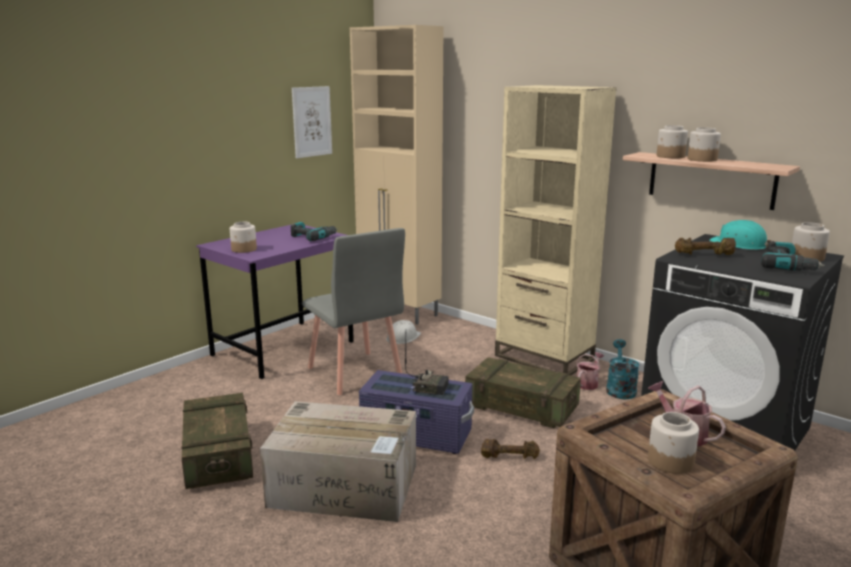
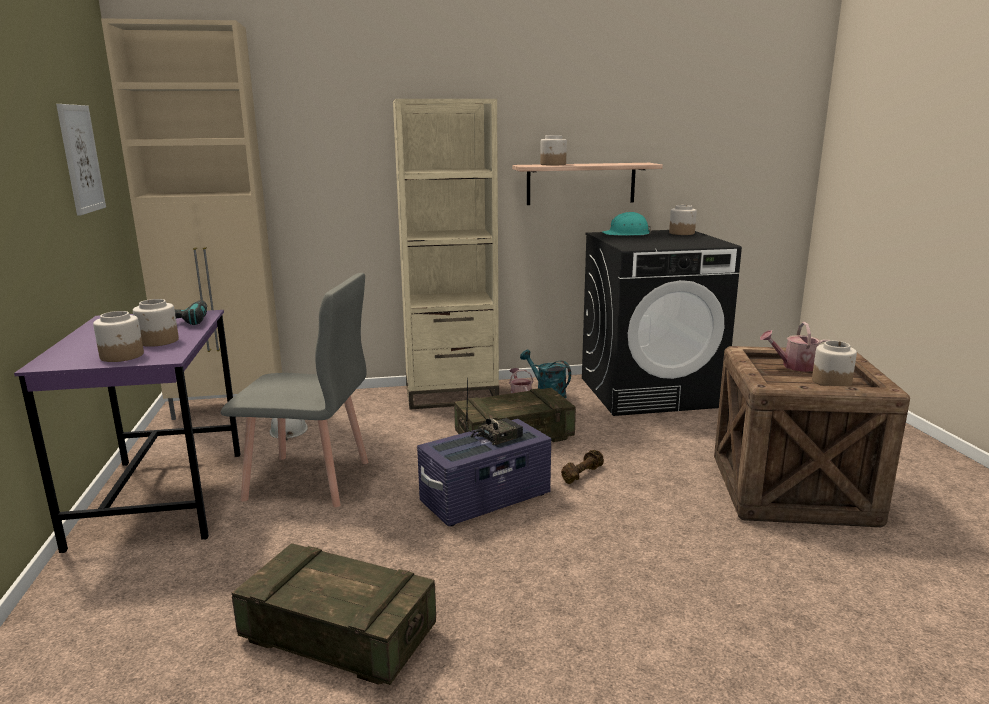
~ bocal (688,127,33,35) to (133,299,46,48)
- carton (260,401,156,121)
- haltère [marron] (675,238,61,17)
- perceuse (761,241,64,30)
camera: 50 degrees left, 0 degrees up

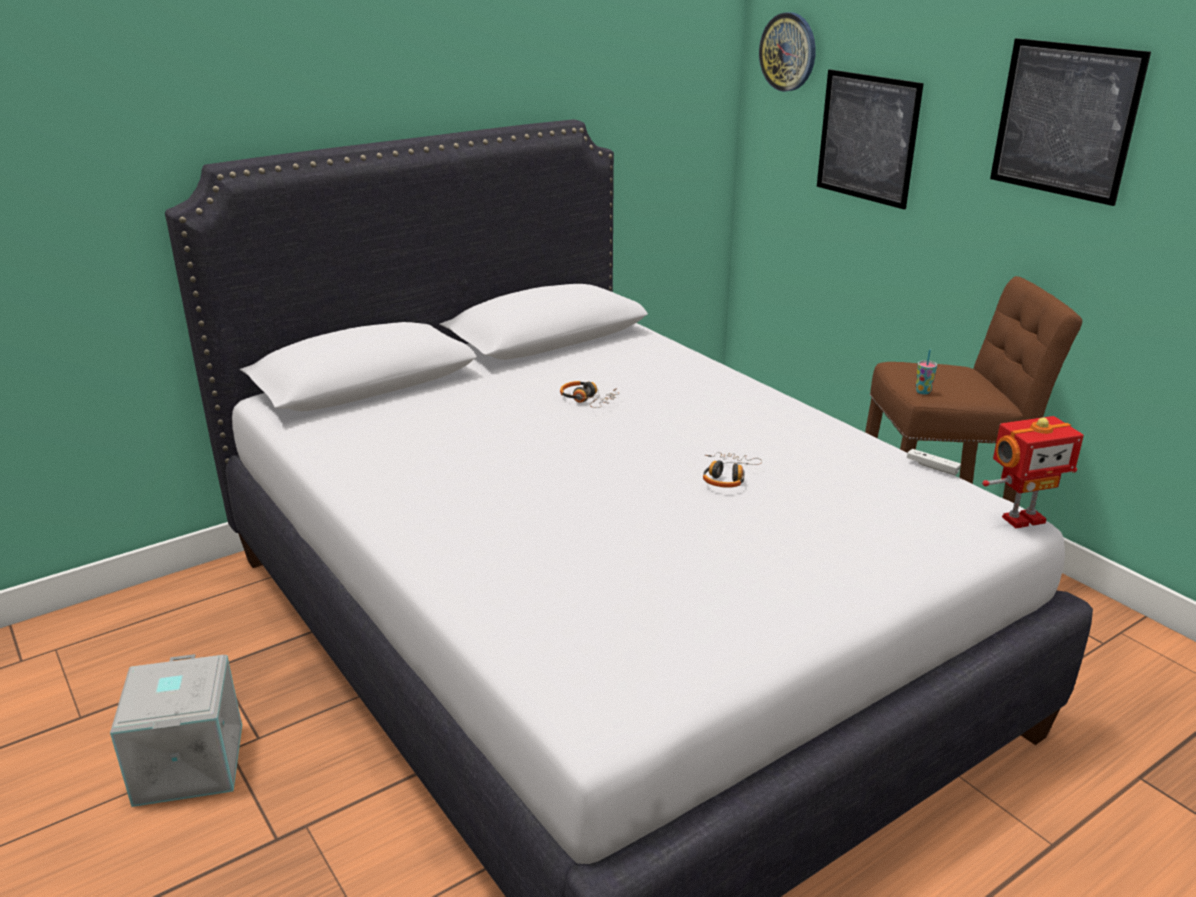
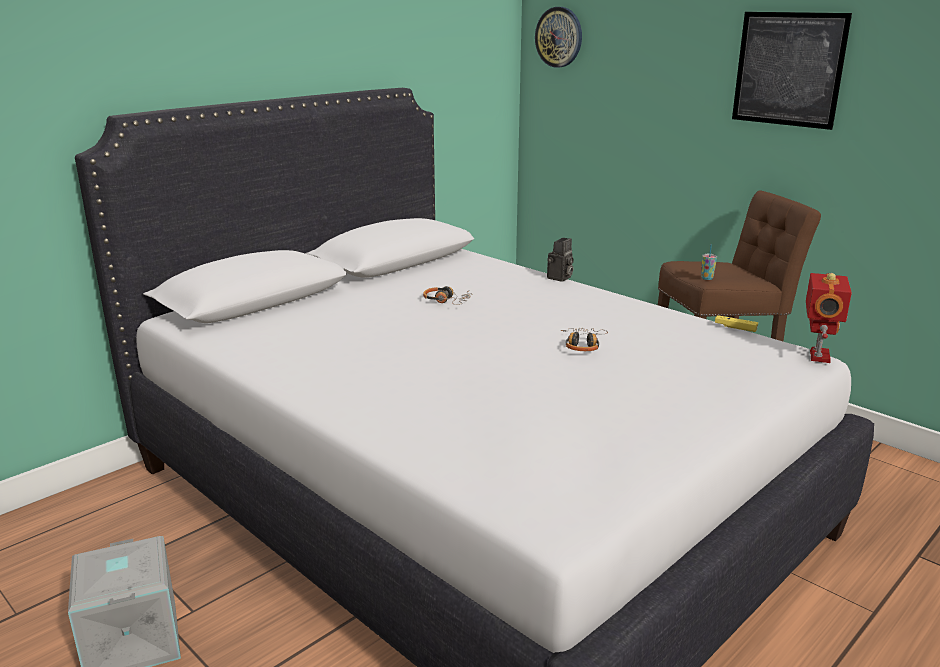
+ appareil photo (547,238,27,44)
~ manette [blanc] (907,449,54,27) to manette [jaune] (715,315,43,17)
~ robot jouet (982,416,102,112) = (806,273,46,90) 45 degrees counterclockwise
- tableau (817,69,107,140)
camera: 10 degrees left, 5 degrees down

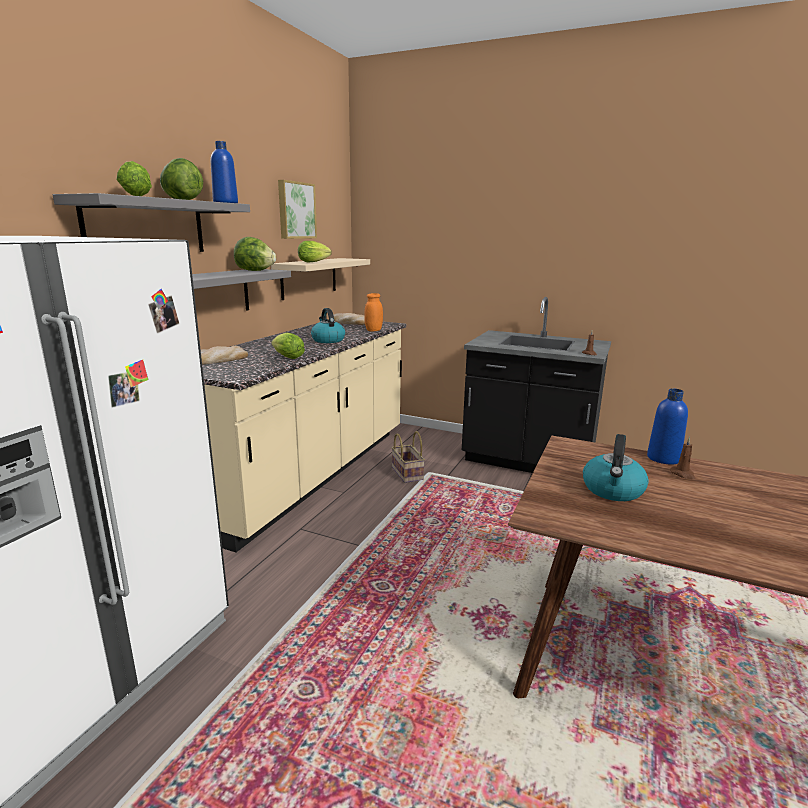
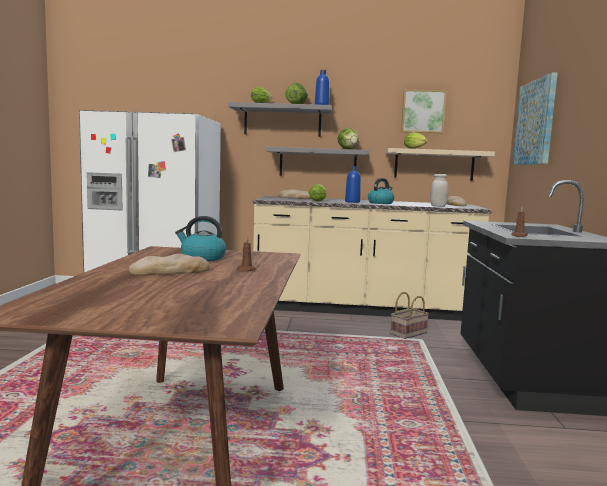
+ pain (129,254,81,22)
~ bouteille [bleu] (647,389,41,75) to (345,166,16,37)
~ bocal [orange] (364,293,19,39) to bocal [blanc] (430,174,18,33)
+ tableau (513,72,45,93)
camera: 70 degrees right, 10 degrees down

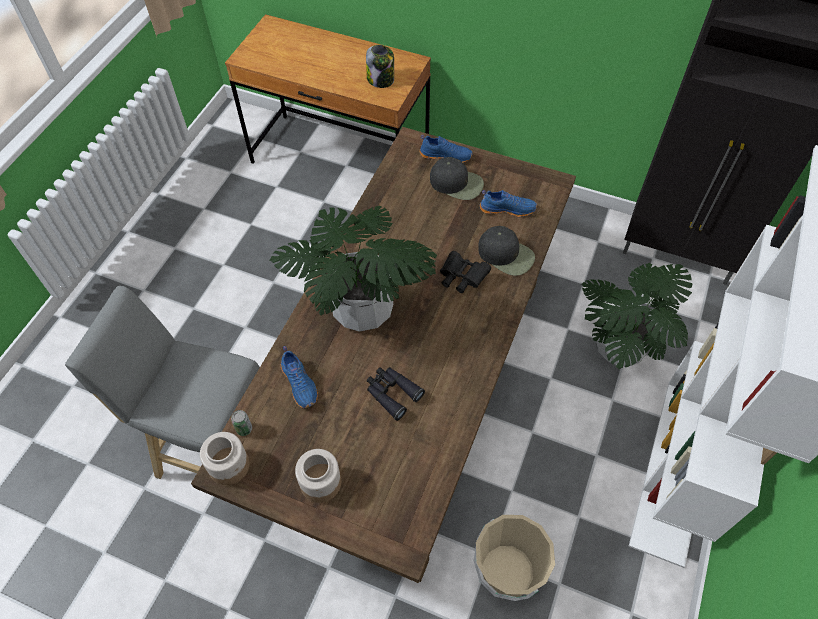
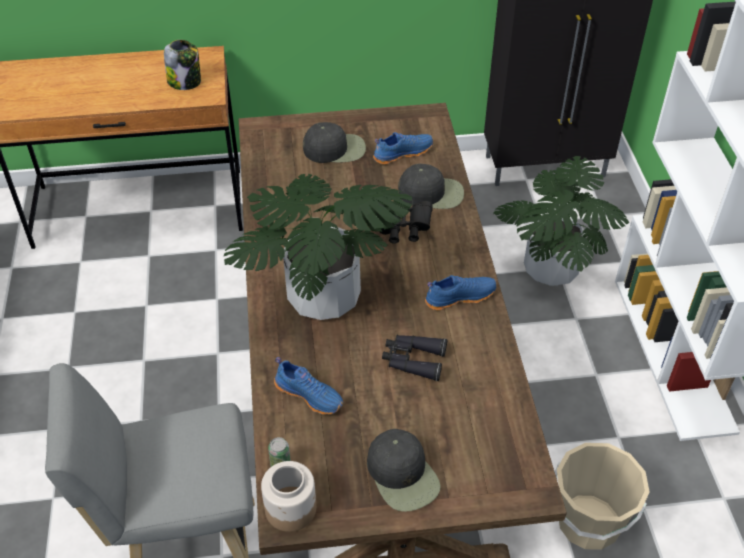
~ bocal (295,449,46,54) to casquette [noir] (367,429,74,83)
~ chaussure [bleu] (419,135,53,28) to (425,275,71,35)
camera: 30 degrees left, 10 degrees down

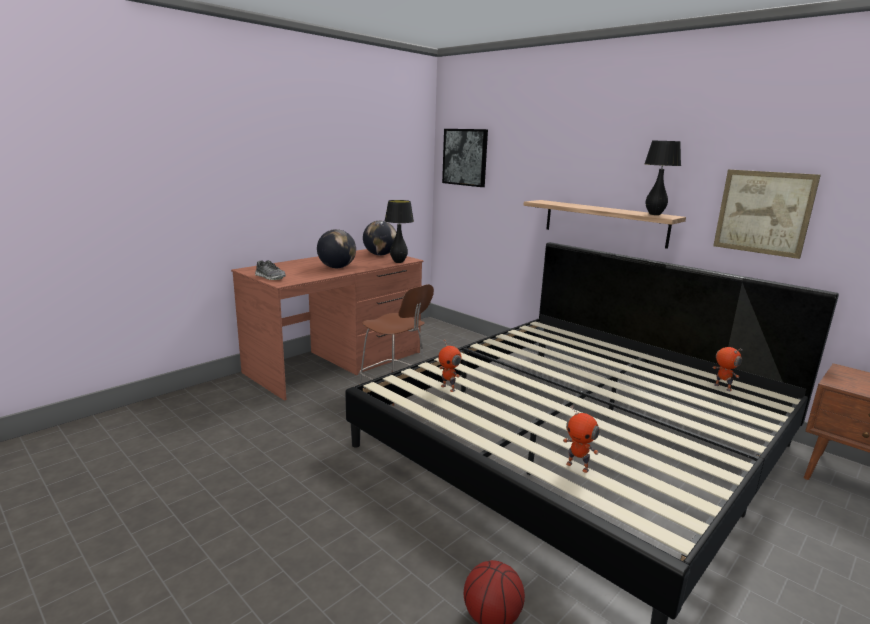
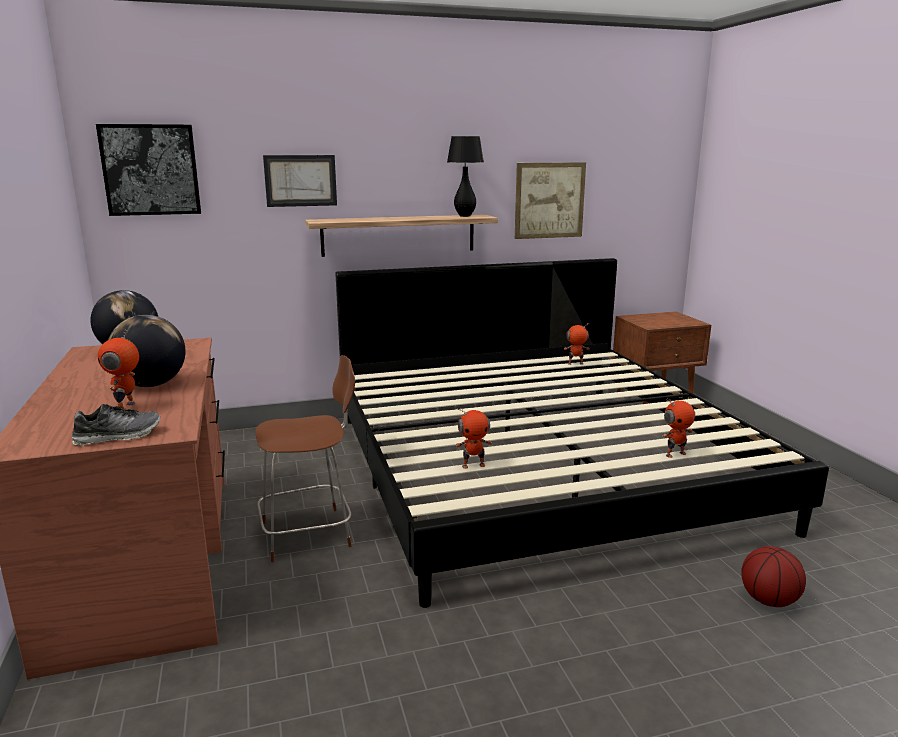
+ robot jouet (98,328,41,81)
+ tableau (263,155,74,52)
- lampe de table [noir] (385,200,29,63)
camera: 60 degrees left, 0 degrees up

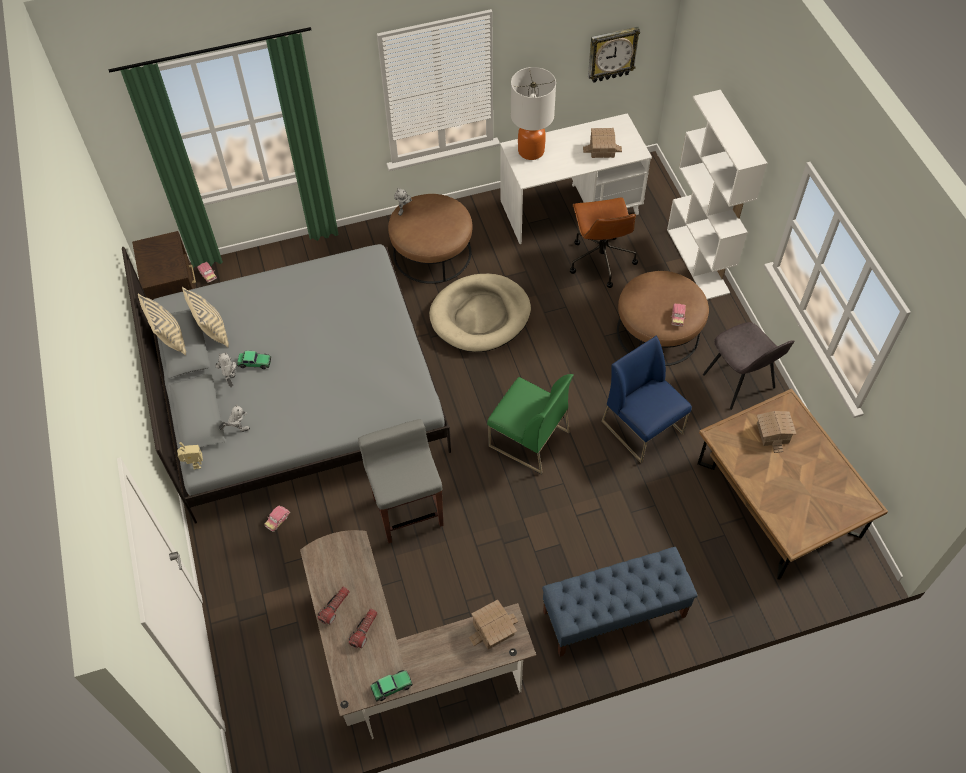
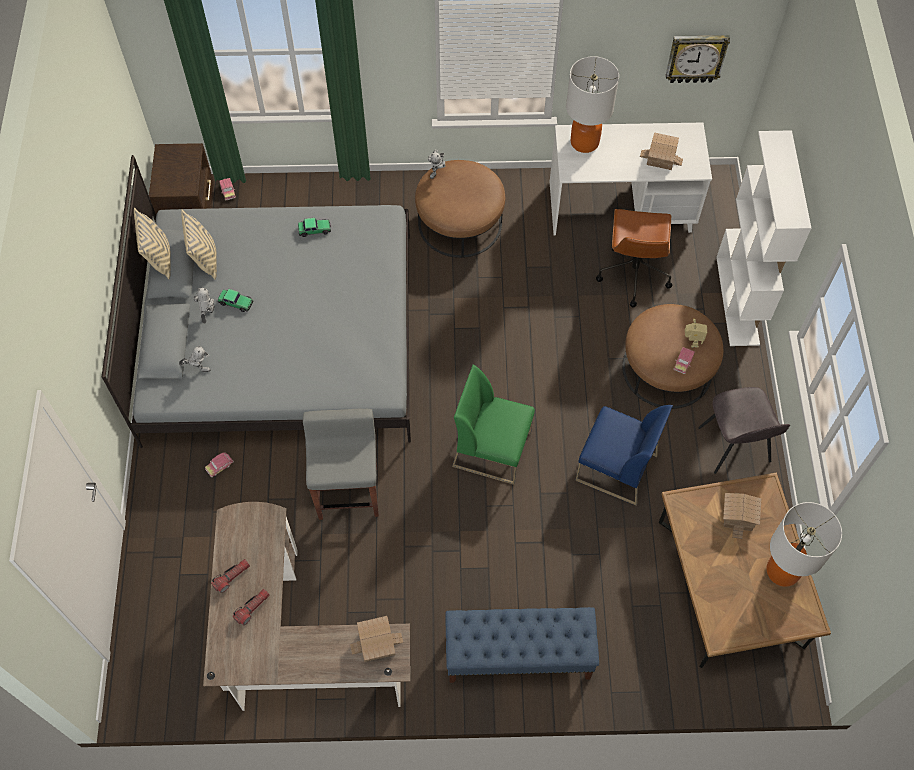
~ petite voiture (370,670,43,31) to (298,218,33,19)
~ chaise [vert] (487,374,87,100) = (452,364,83,121) 150 degrees clockwise
~ chaise [bleu] (601,336,91,127) = (575,405,98,101) 135 degrees clockwise
~ robot jouet (177,442,26,28) to (685,319,22,29)
+ lampe de table (766,502,76,85)
- panier pour chien [beige] (429,274,102,78)
camera: 15 degrees right, 5 degrees up

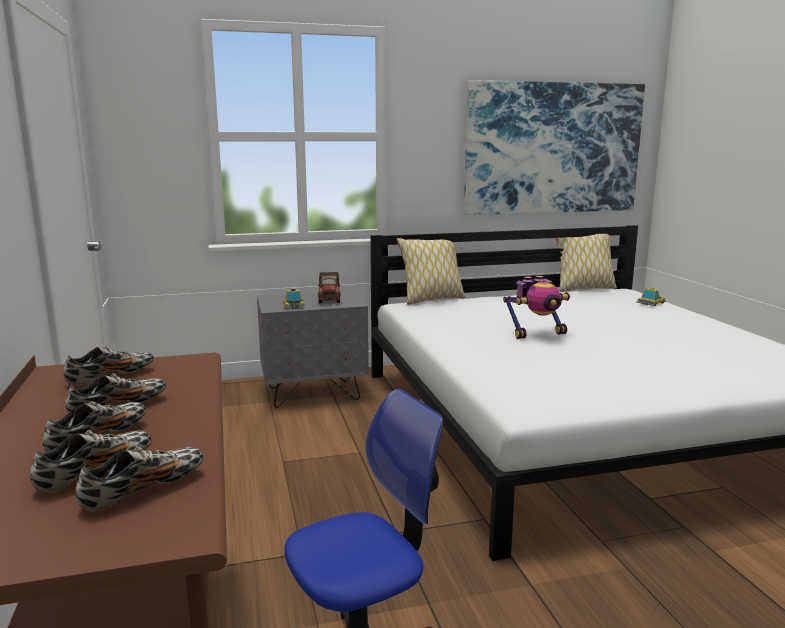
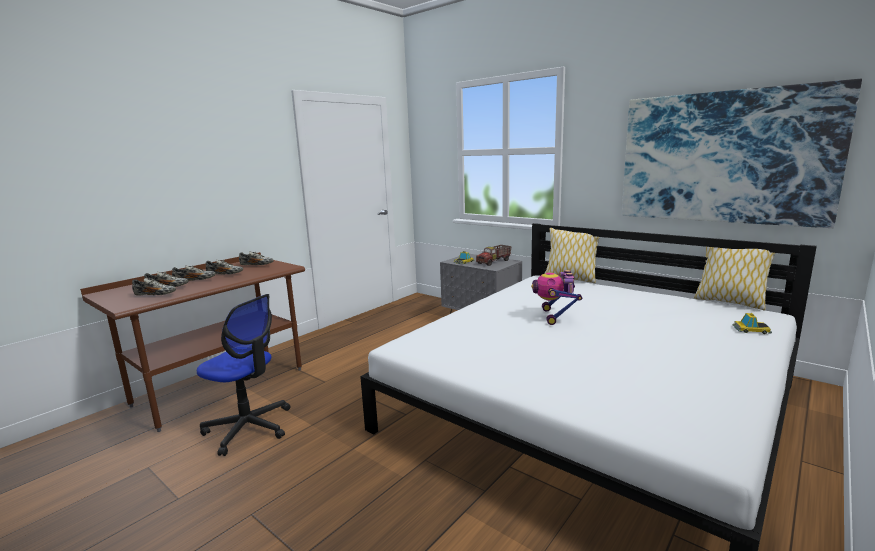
~ robot jouet (503,276,67,63) = (531,270,51,55) 60 degrees clockwise
camera: 55 degrees right, 0 degrees up

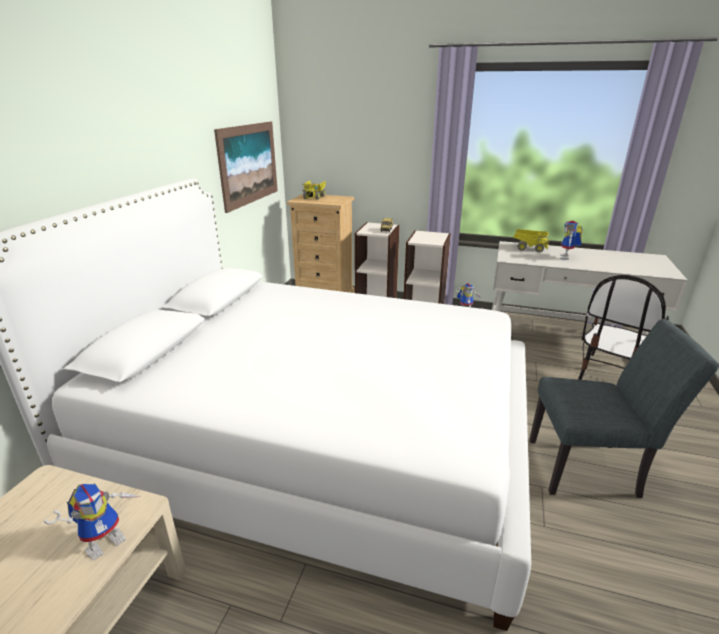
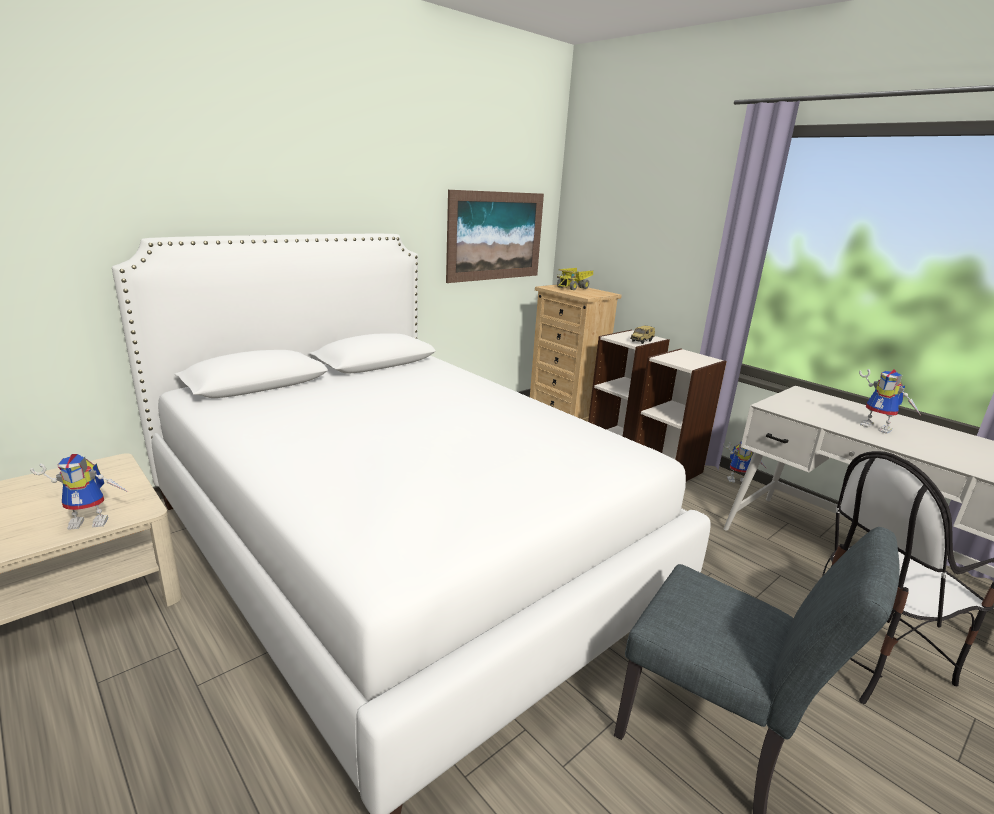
~ robot jouet (560,221,23,39) = (859,369,63,65) 90 degrees counterclockwise
- camion jouet (513,229,37,23)
camera: 30 degrees right, 5 degrees down

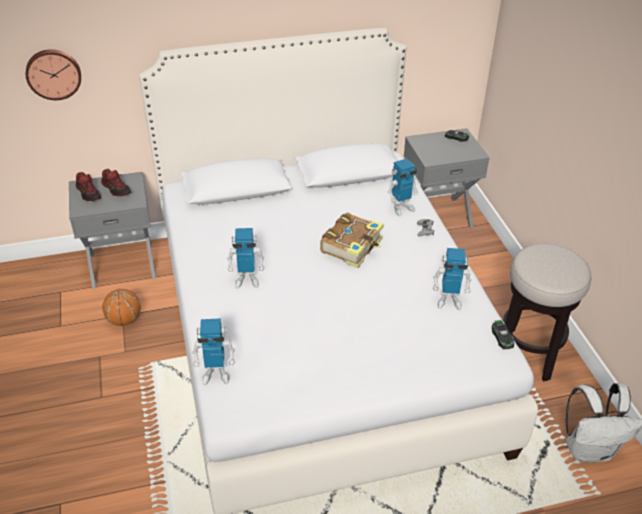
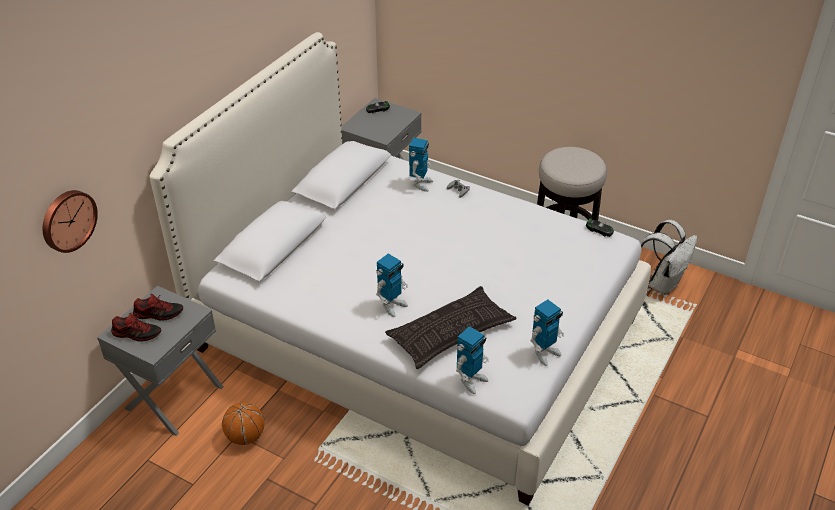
+ coussin (385,286,131,83)
~ robot jouet (433,248,38,62) to (530,299,34,67)
- livre (320,212,64,56)
camera: 45 degrees left, 0 degrees up

